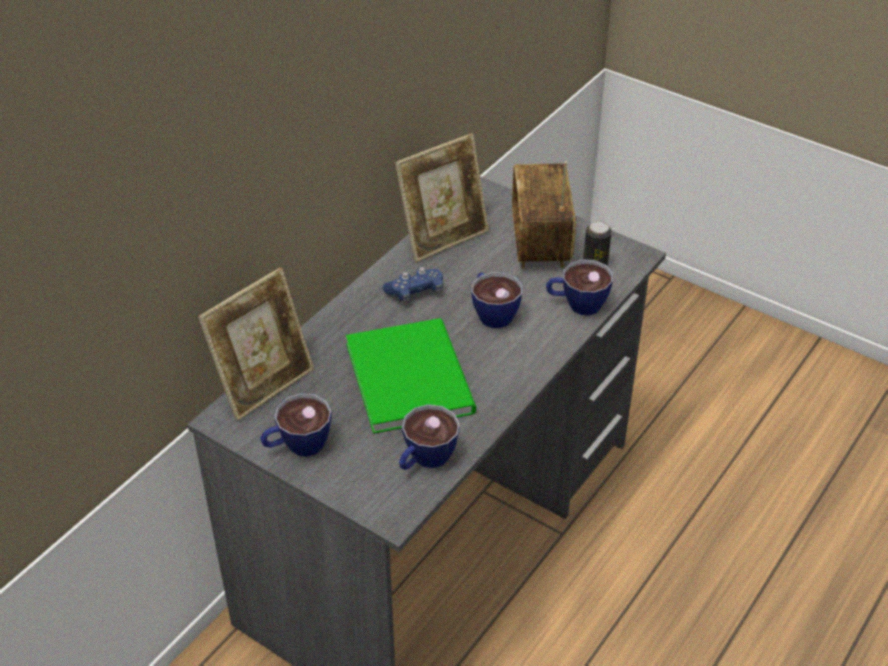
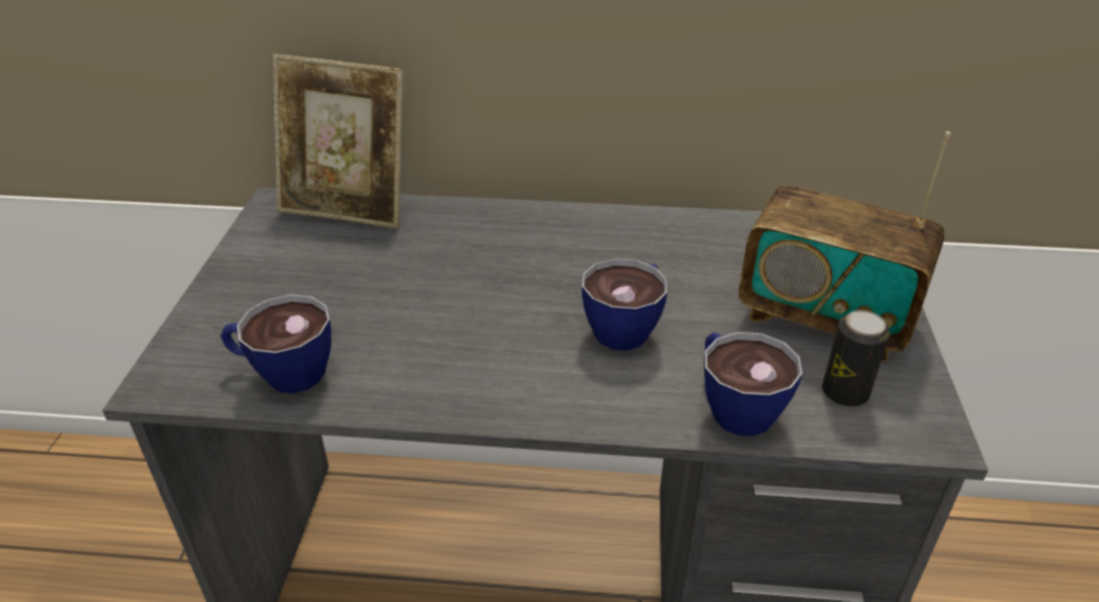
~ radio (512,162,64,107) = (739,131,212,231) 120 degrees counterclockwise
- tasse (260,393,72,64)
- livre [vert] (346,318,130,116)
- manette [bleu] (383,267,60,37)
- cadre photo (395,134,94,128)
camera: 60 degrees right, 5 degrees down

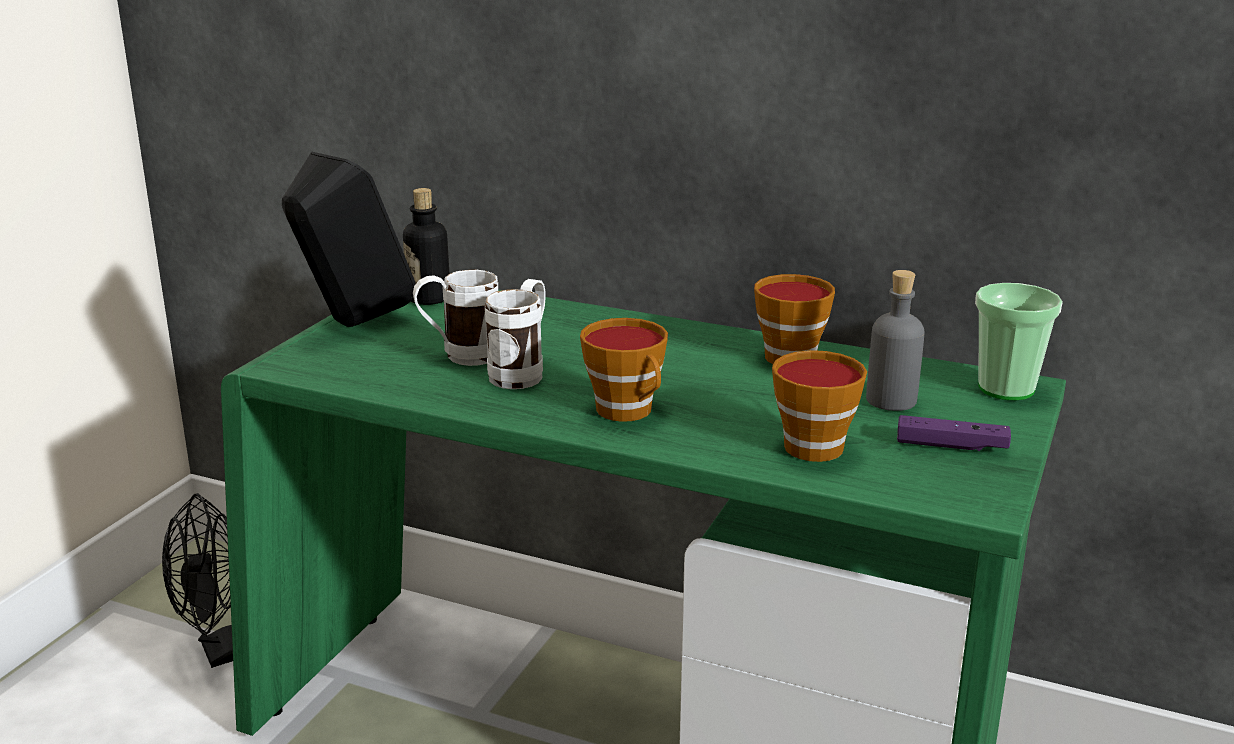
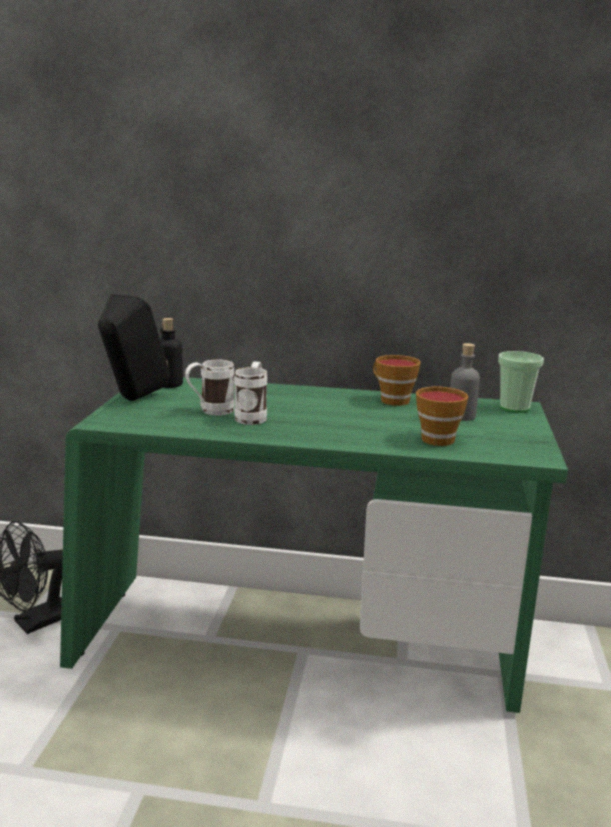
- tasse (580,318,88,104)
- manette [violet] (897,415,114,36)
camera: 15 degrees left, 5 degrees down

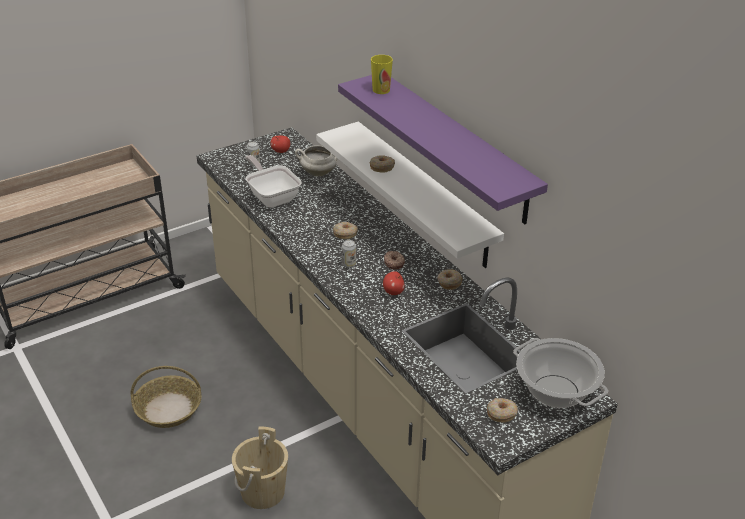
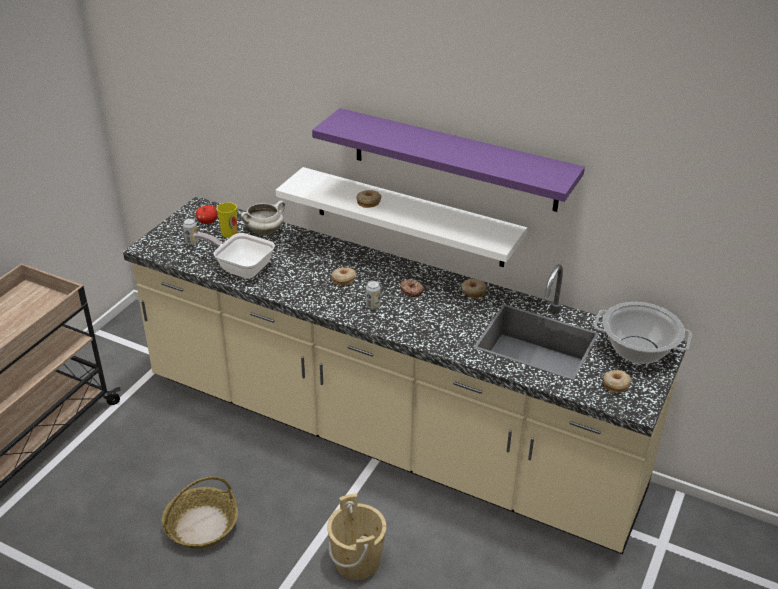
~ tasse (371,55,22,39) to (217,202,20,36)
- pomme (383,272,22,23)
camera: 30 degrees left, 0 degrees up

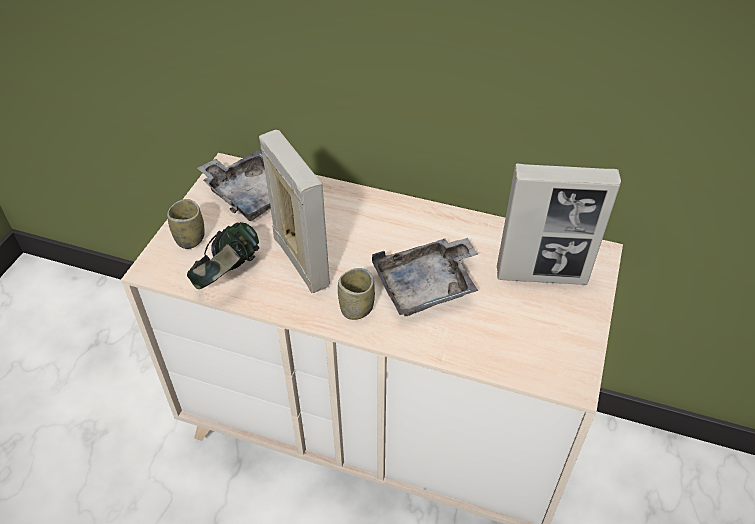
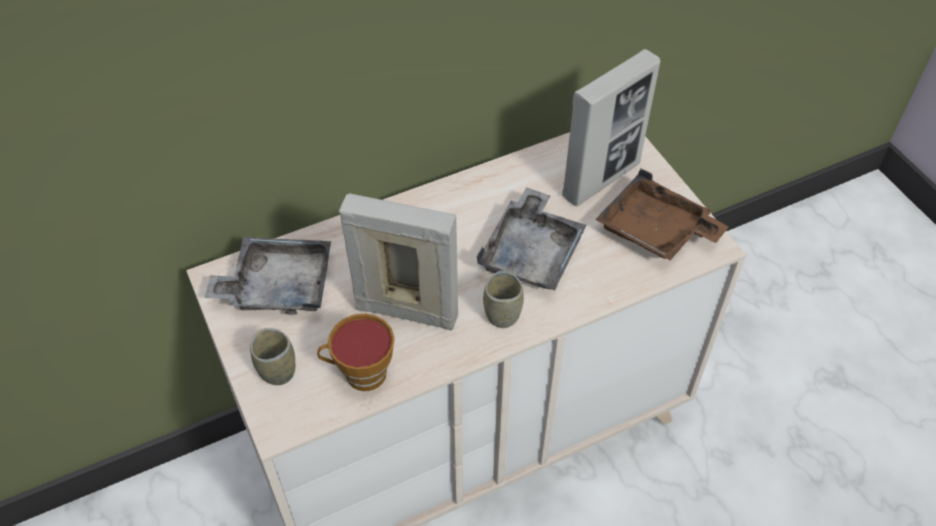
~ casque audio (187,222,72,67) to tasse (317,313,78,78)
+ plateau [marron] (595,169,134,91)
camera: 45 degrees left, 5 degrees up

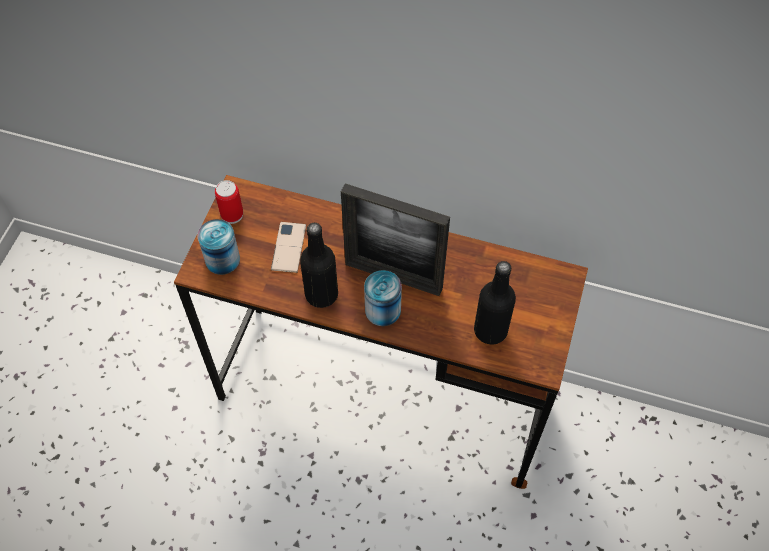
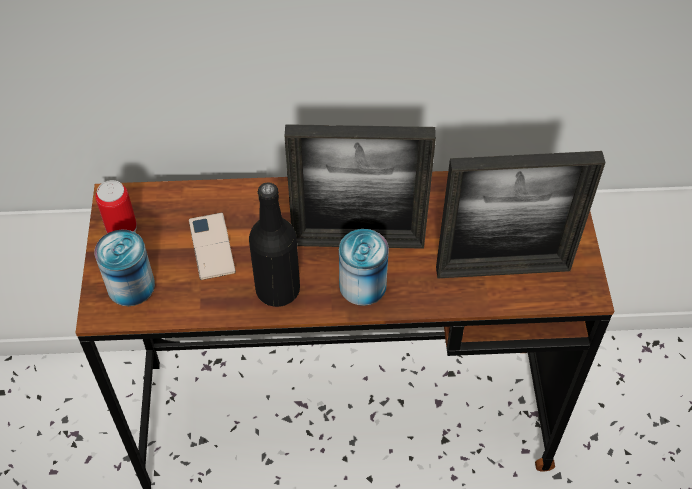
~ bouteille [noir] (474,261,42,83) to cadre photo (436,151,170,127)
camera: 20 degrees left, 5 degrees down

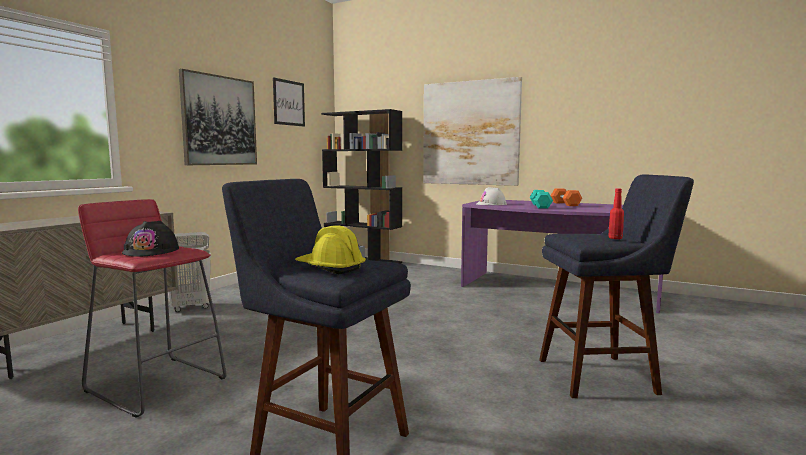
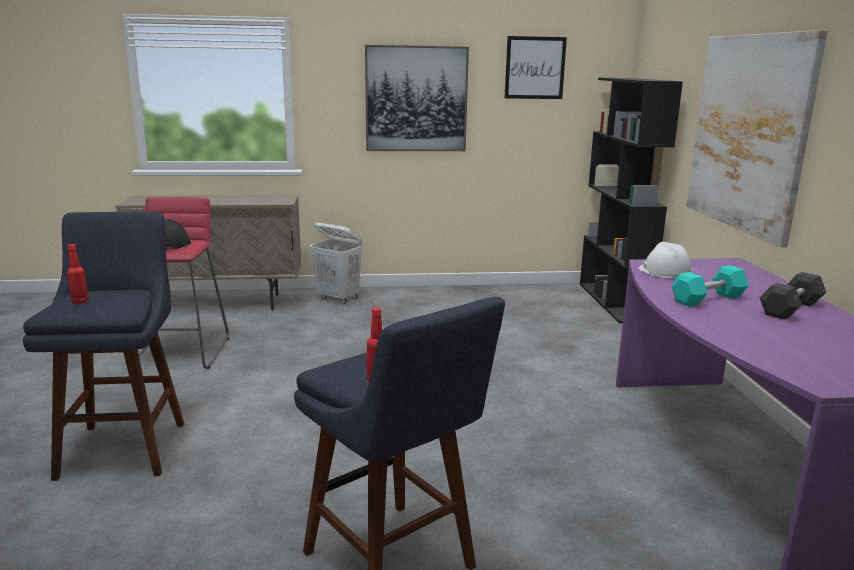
~ casque de chantier [jaune] (295,225,71,49) to bouteille [rouge] (67,244,22,60)
~ haltère [orange] (551,188,31,18) to haltère [gris] (760,272,66,48)
camera: 55 degrees right, 10 degrees up

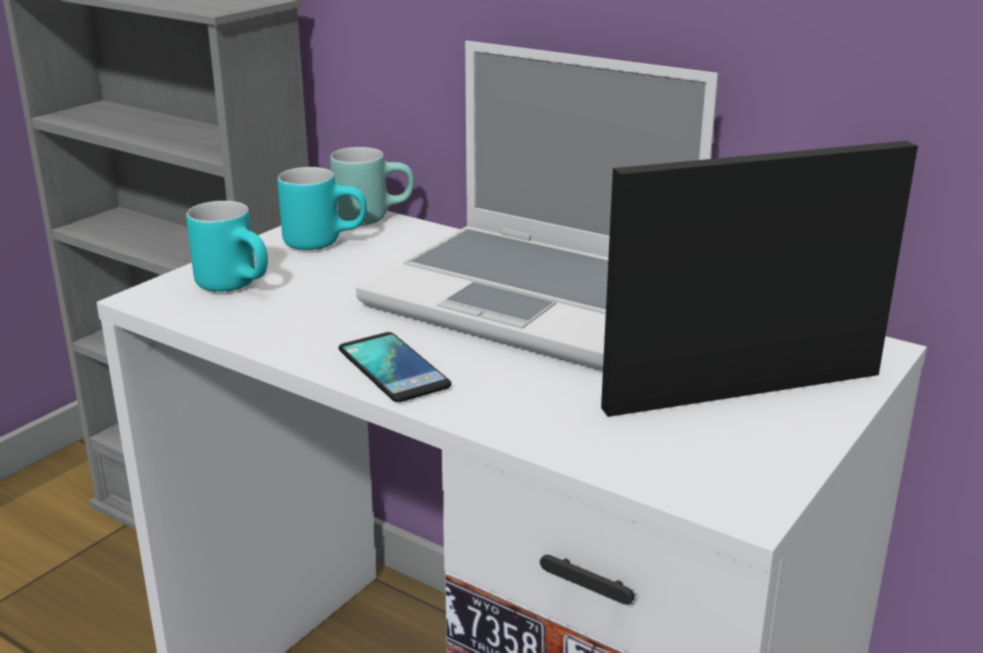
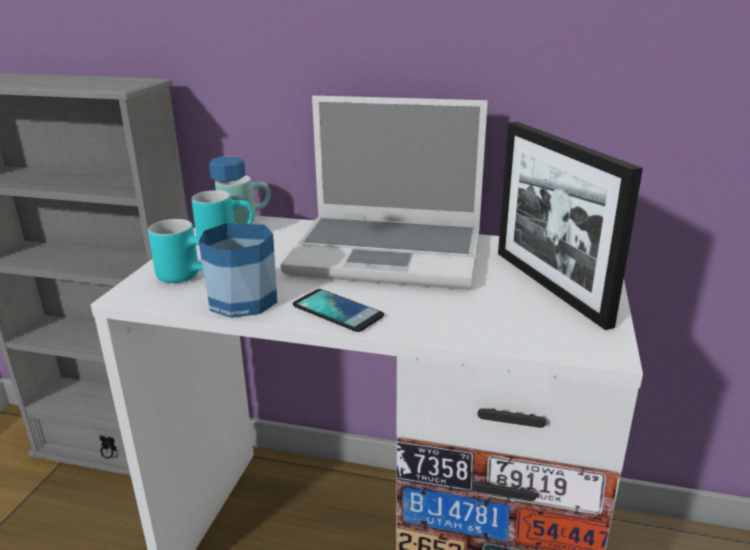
+ bouteille (199,156,78,162)
~ cadre photo (601,141,317,276) = (498,122,145,208) 75 degrees counterclockwise
camera: 20 degrees left, 0 degrees up

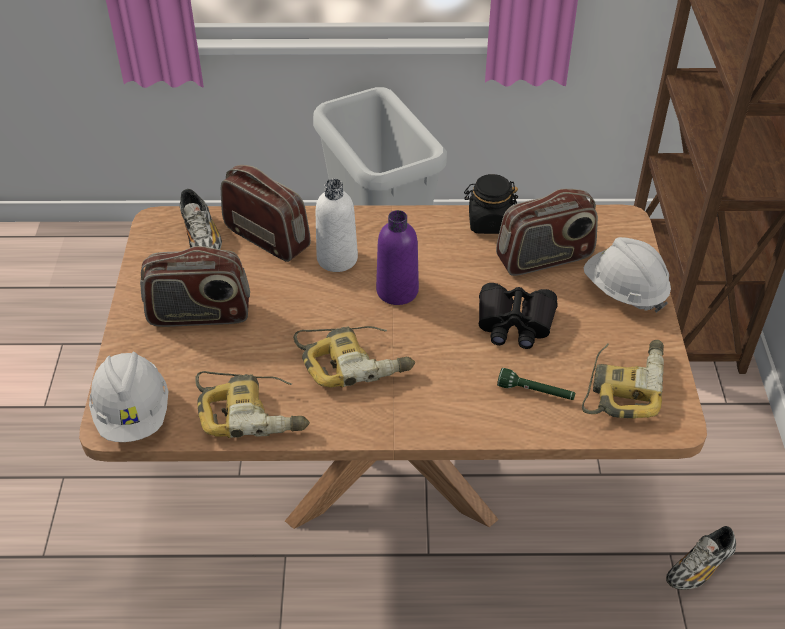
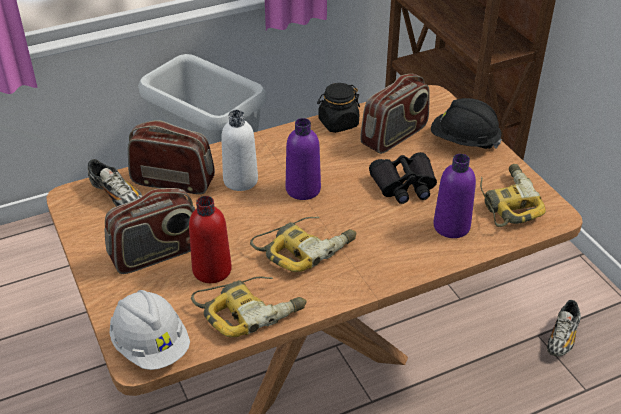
+ bouteille [rouge] (189,196,43,87)
~ casque de chantier [blanc] (584,237,87,76) to casque de chantier [noir] (431,98,71,51)
~ lampe de poche [vert] (497,368,78,32) to bouteille [violet] (433,154,43,84)
camera: 25 degrees left, 5 degrees down

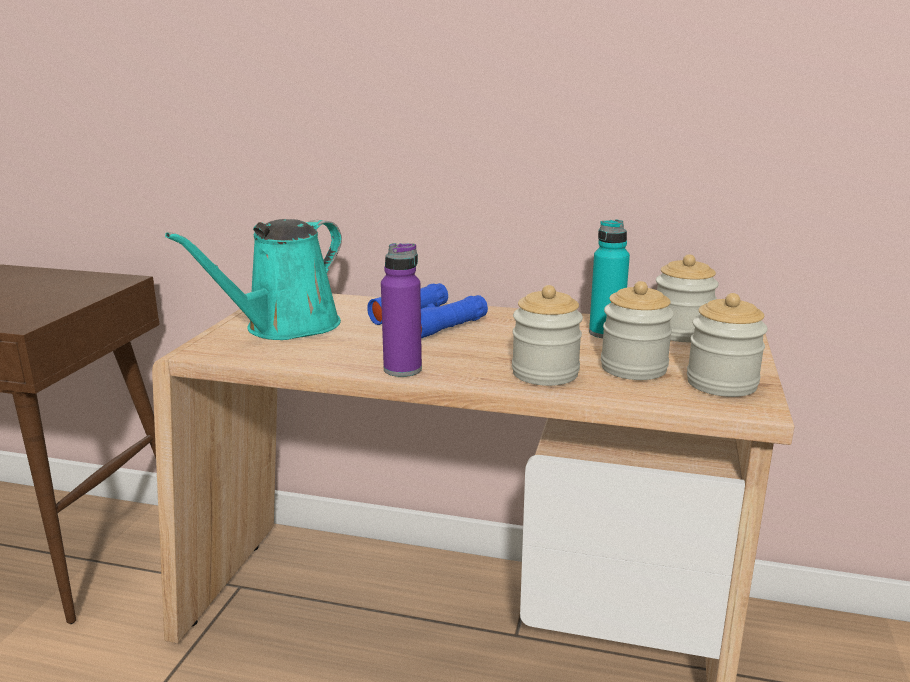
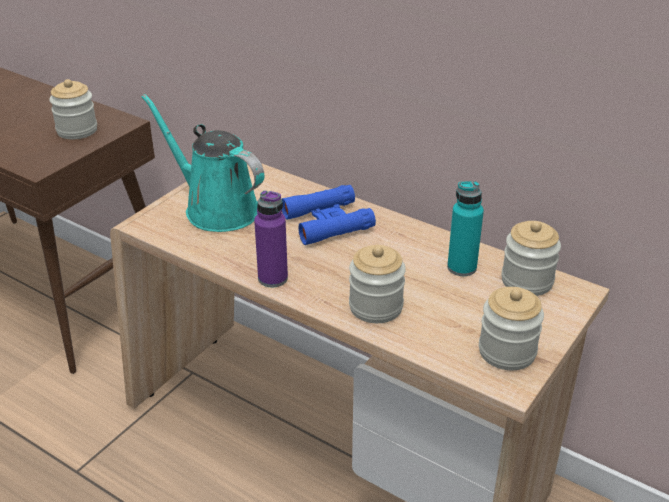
~ bocal (601,281,73,99) to (49,79,48,60)
~ arrosoir [turquoise] (165,219,177,121) = (141,94,123,138) 75 degrees clockwise
camera: 20 degrees right, 15 degrees up

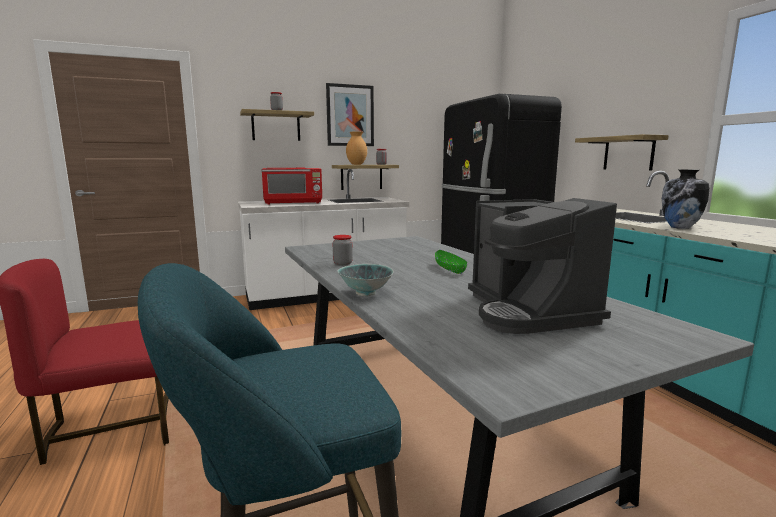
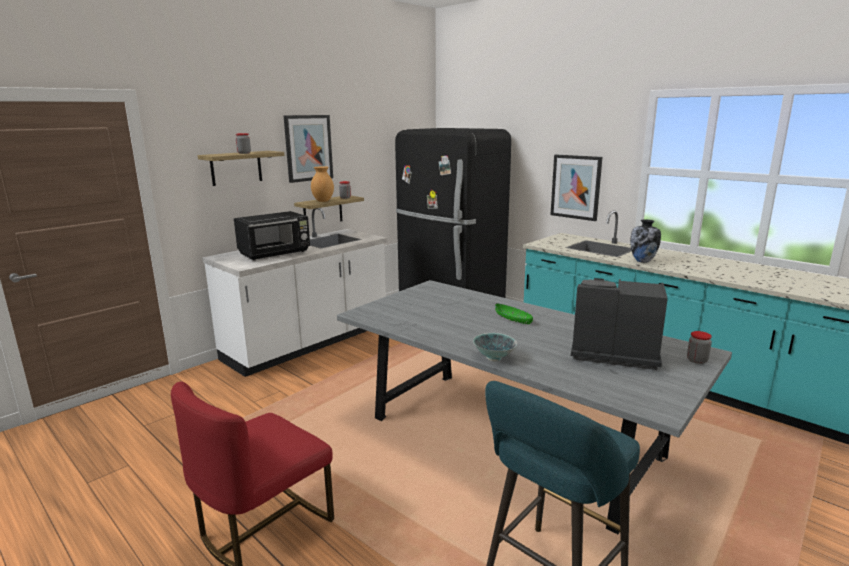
~ micro-ondes [rouge] (262,168,60,37) to micro-ondes [noir] (234,211,76,49)
~ étagère (575,134,94,37) to tableau (550,155,52,66)
~ machine à café (468,198,149,136) = (571,278,97,92) 150 degrees clockwise
~ bocal (333,235,20,31) to (687,331,25,33)
camera: 25 degrees left, 5 degrees up

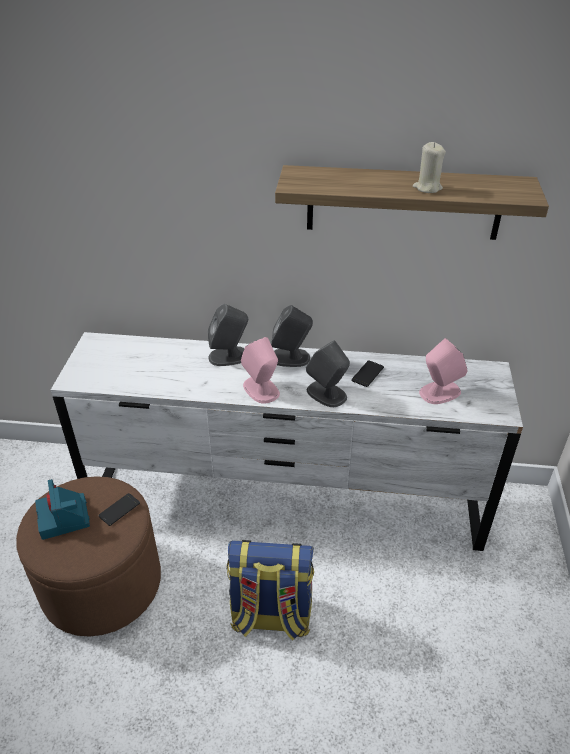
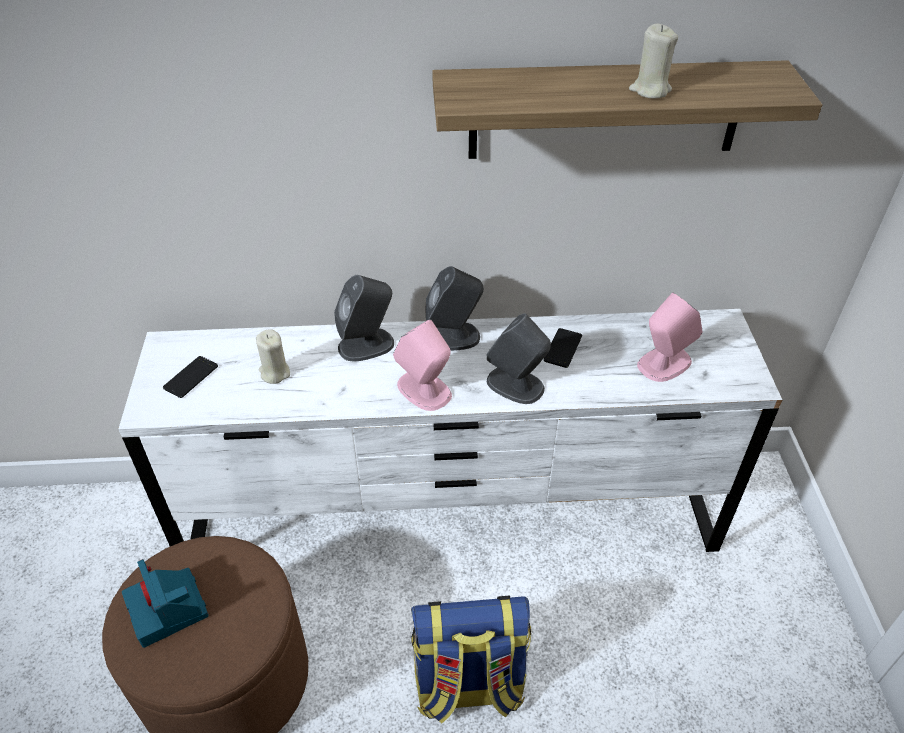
~ téléphone (98,493,42,33) to (163,356,55,42)
+ bougie [beige] (256,329,34,55)
camera: 10 degrees left, 5 degrees up

